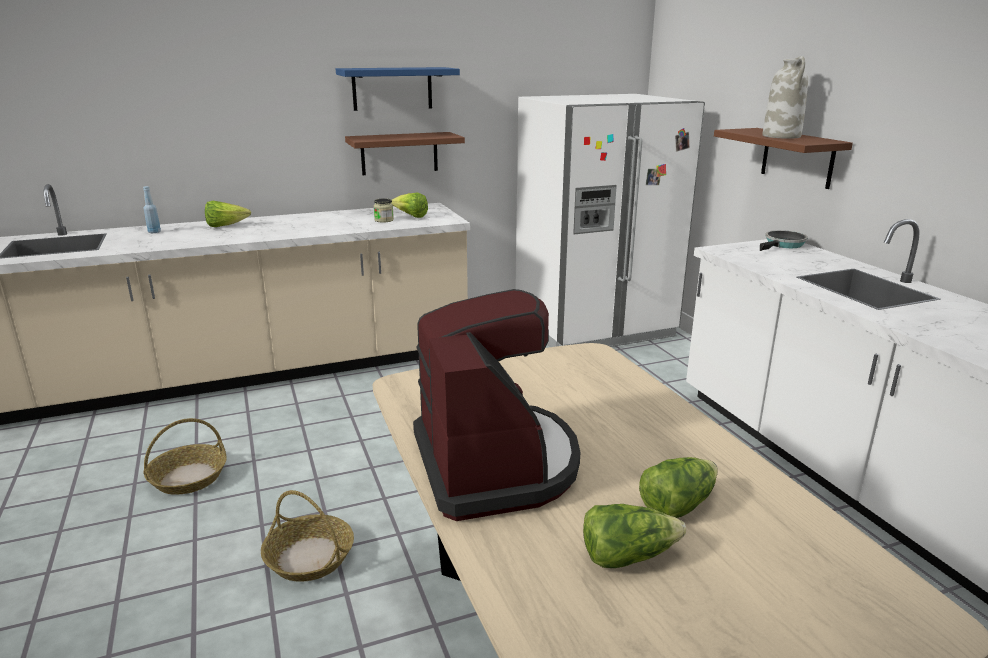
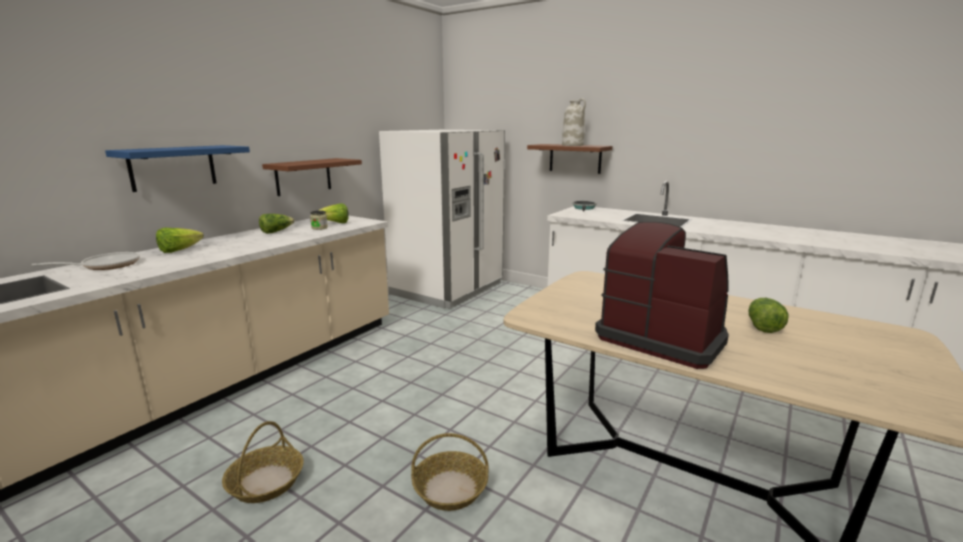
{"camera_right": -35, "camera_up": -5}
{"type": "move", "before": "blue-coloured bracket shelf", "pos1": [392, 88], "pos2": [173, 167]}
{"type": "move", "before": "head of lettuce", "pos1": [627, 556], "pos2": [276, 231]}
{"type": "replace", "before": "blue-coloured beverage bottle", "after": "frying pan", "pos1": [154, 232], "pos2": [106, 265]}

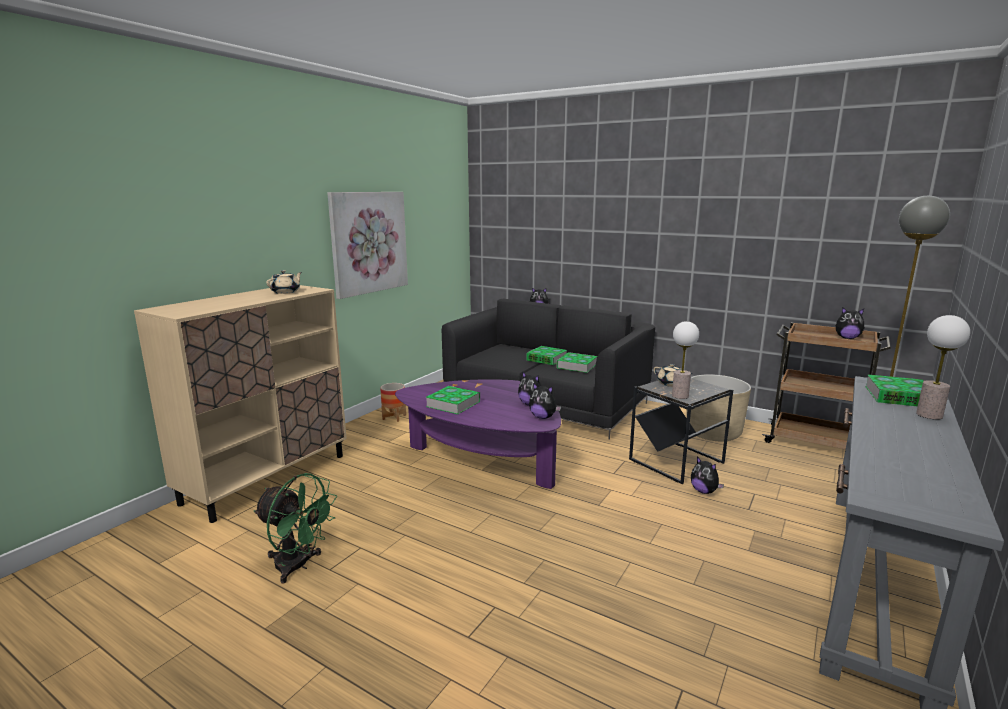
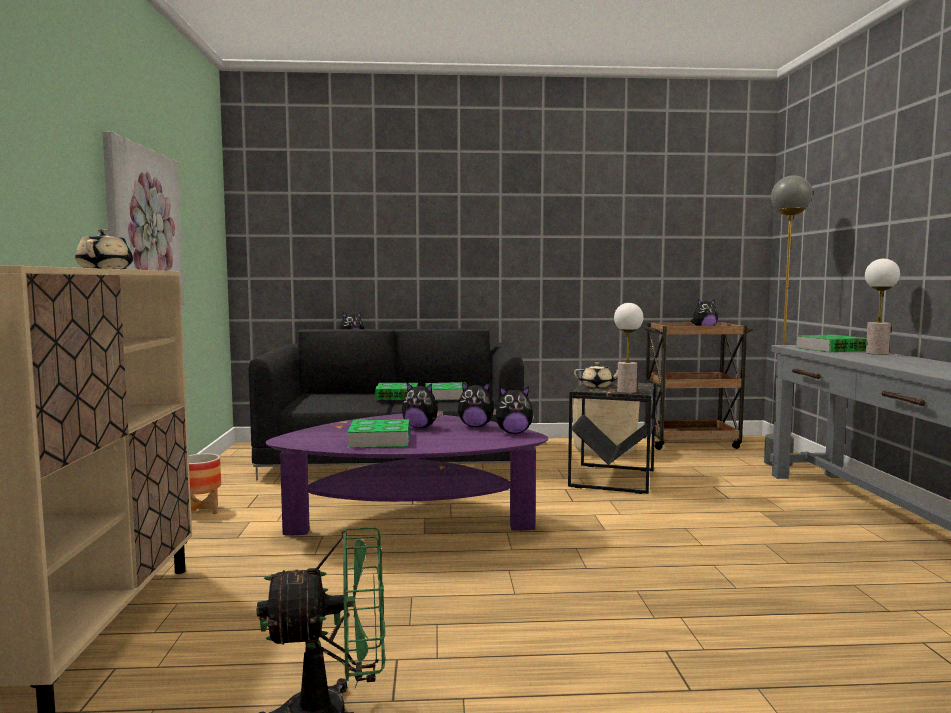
{"camera_right": -35, "camera_up": -10}
{"type": "move", "before": "soft toy", "pos1": [704, 491], "pos2": [421, 427]}

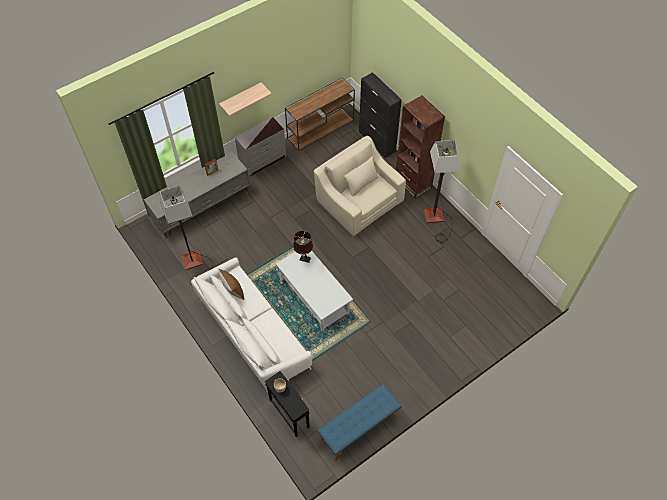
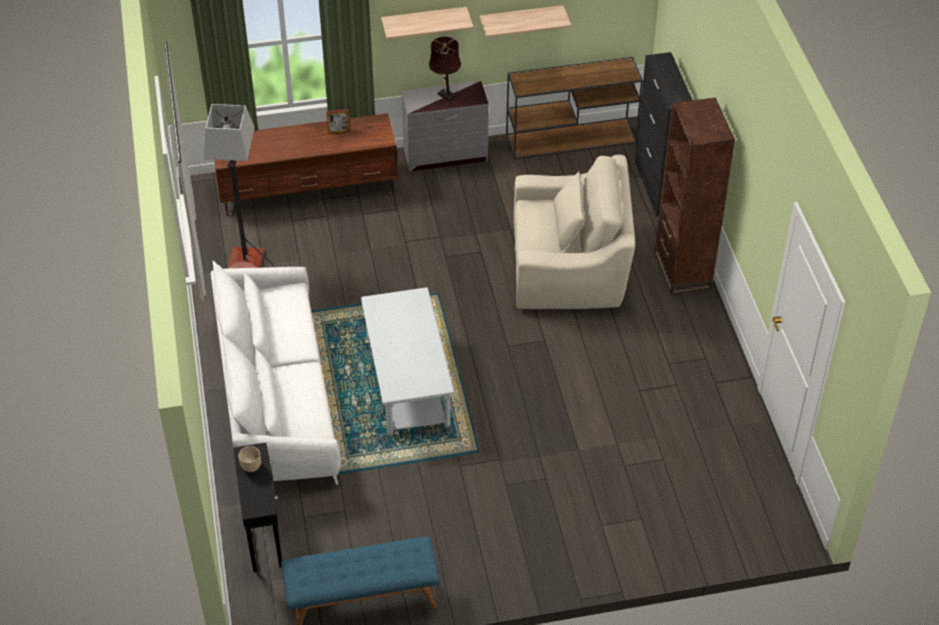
{"camera_right": 25, "camera_up": -10}
{"type": "delete", "before": "brown-coloured throw pillow", "pos1": [233, 291]}
{"type": "delete", "before": "floor lamp", "pos1": [436, 220]}
{"type": "insert", "after": "bracket shelf", "pos2": [521, 20]}
{"type": "move", "before": "brown-coloured tabletop lamp", "pos1": [304, 258], "pos2": [445, 94]}
{"type": "recolor", "before": "greyish media console", "after": "brown-coloured media console", "pos1": [202, 206], "pos2": [308, 190]}
{"type": "rotate", "before": "beige-coloured easy chair", "pos1": [359, 201], "pos2": [570, 267], "turn": 105}

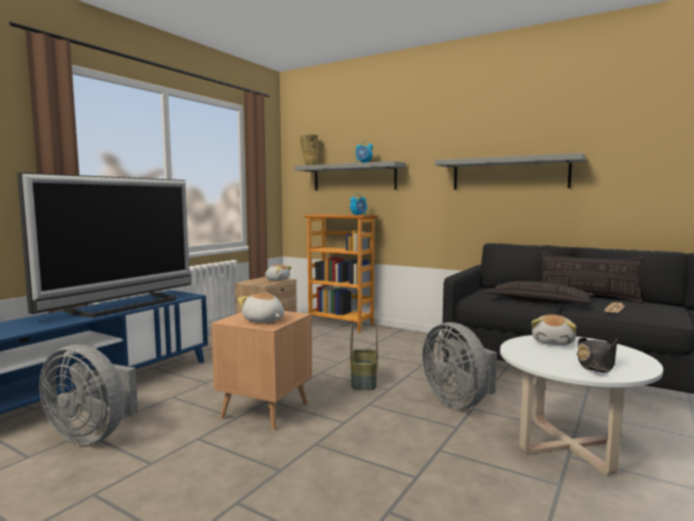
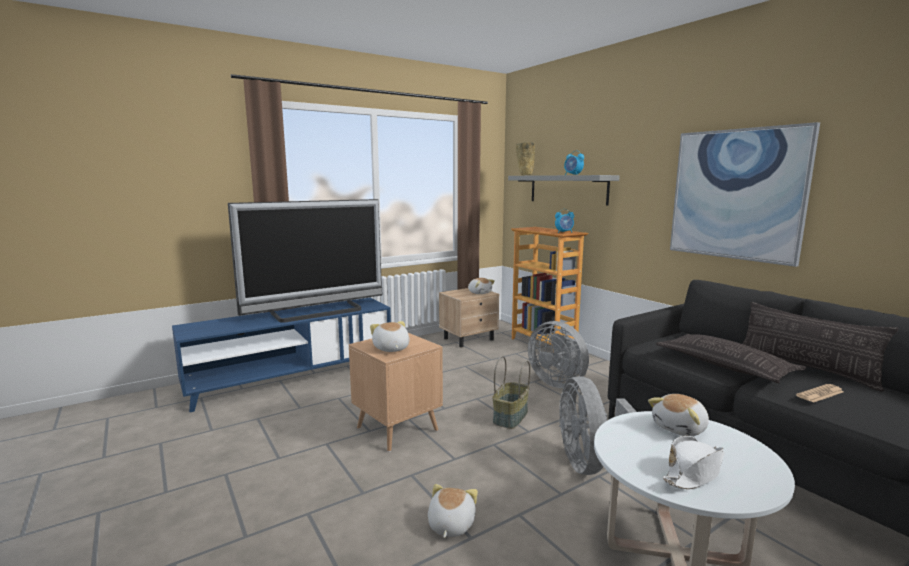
{"camera_right": 25, "camera_up": 5}
{"type": "insert", "after": "soft toy", "pos2": [450, 525]}
{"type": "move", "before": "greyish fan", "pos1": [93, 434], "pos2": [558, 382]}
{"type": "replace", "before": "greyish bracket shelf", "after": "picture", "pos1": [509, 174], "pos2": [736, 194]}
{"type": "recolor", "before": "black-coloured hat", "after": "white hat", "pos1": [596, 364], "pos2": [694, 472]}

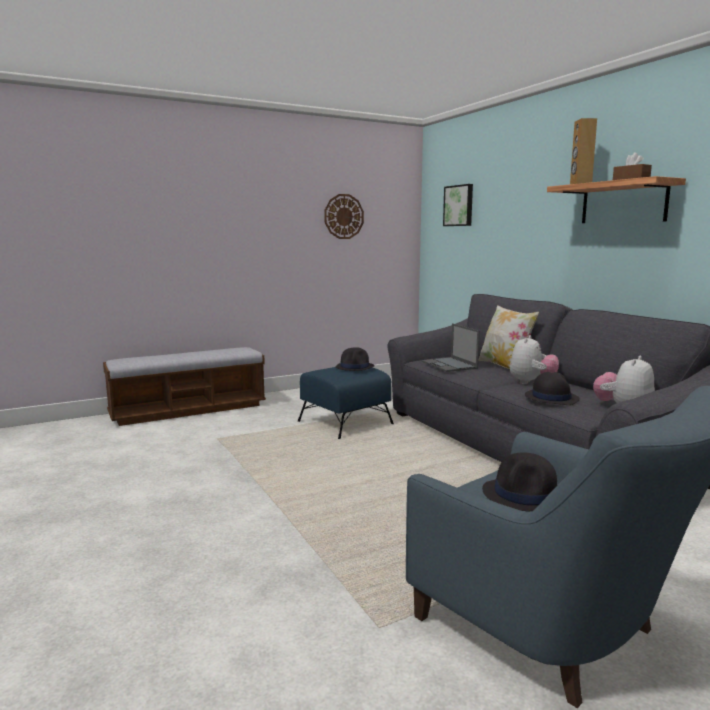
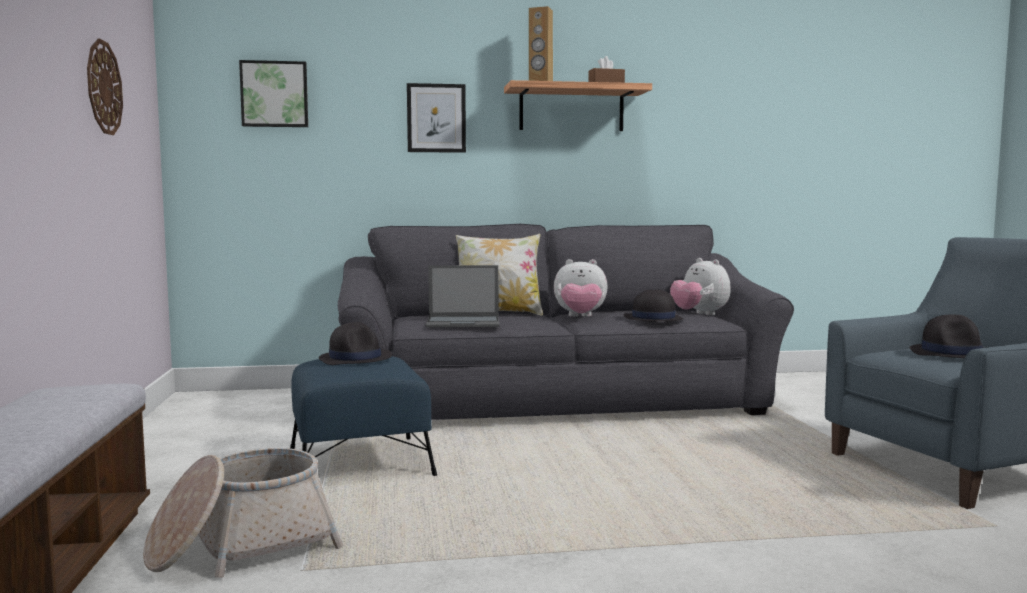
{"camera_right": -70, "camera_up": -5}
{"type": "insert", "after": "basket", "pos2": [241, 546]}
{"type": "insert", "after": "picture", "pos2": [436, 118]}
{"type": "rotate", "before": "soft toy", "pos1": [531, 383], "pos2": [580, 317], "turn": 135}

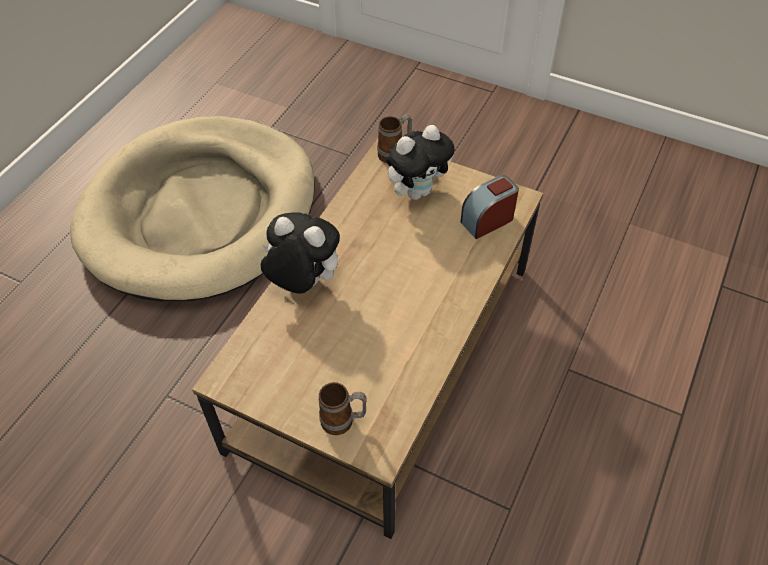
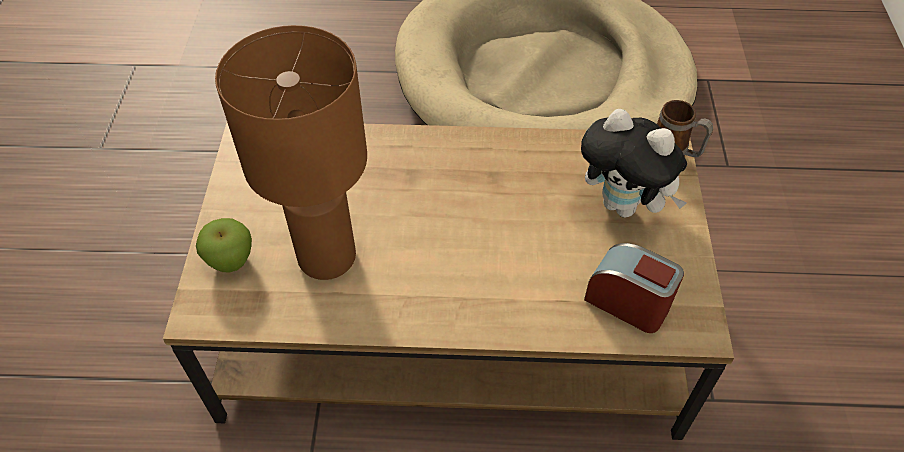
{"camera_right": 65, "camera_up": 0}
{"type": "delete", "before": "soft toy", "pos1": [303, 283]}
{"type": "insert", "after": "brown-coloured tabletop lamp", "pos2": [325, 258]}
{"type": "replace", "before": "coffee mug", "after": "apple fruit", "pos1": [343, 421], "pos2": [231, 261]}

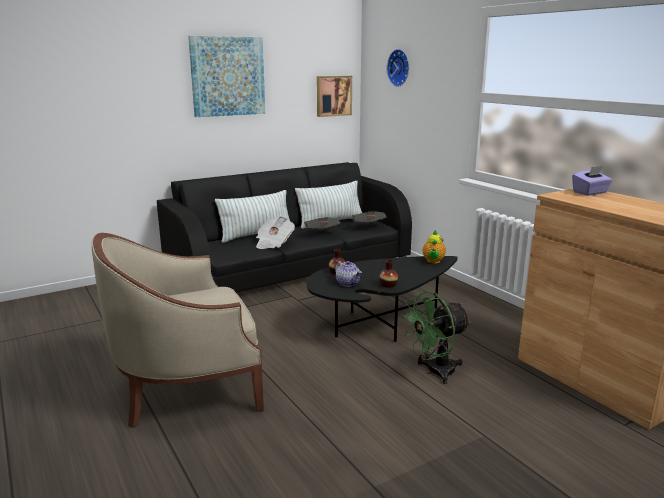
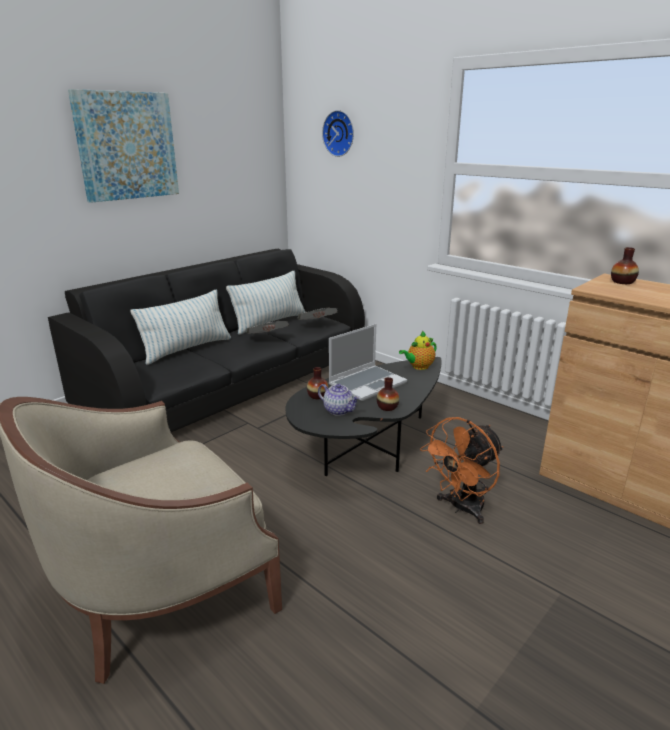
{"camera_right": -15, "camera_up": 5}
{"type": "delete", "before": "newspaper", "pos1": [273, 243]}
{"type": "delete", "before": "picture", "pos1": [333, 96]}
{"type": "insert", "after": "laptop", "pos2": [367, 383]}
{"type": "replace", "before": "purple-coloured tissue box", "after": "flower vase", "pos1": [590, 193], "pos2": [622, 282]}
{"type": "recolor", "before": "greenish fan", "after": "orange fan", "pos1": [434, 372], "pos2": [461, 508]}
{"type": "rotate", "before": "pot for tea", "pos1": [433, 261], "pos2": [418, 367], "turn": 60}

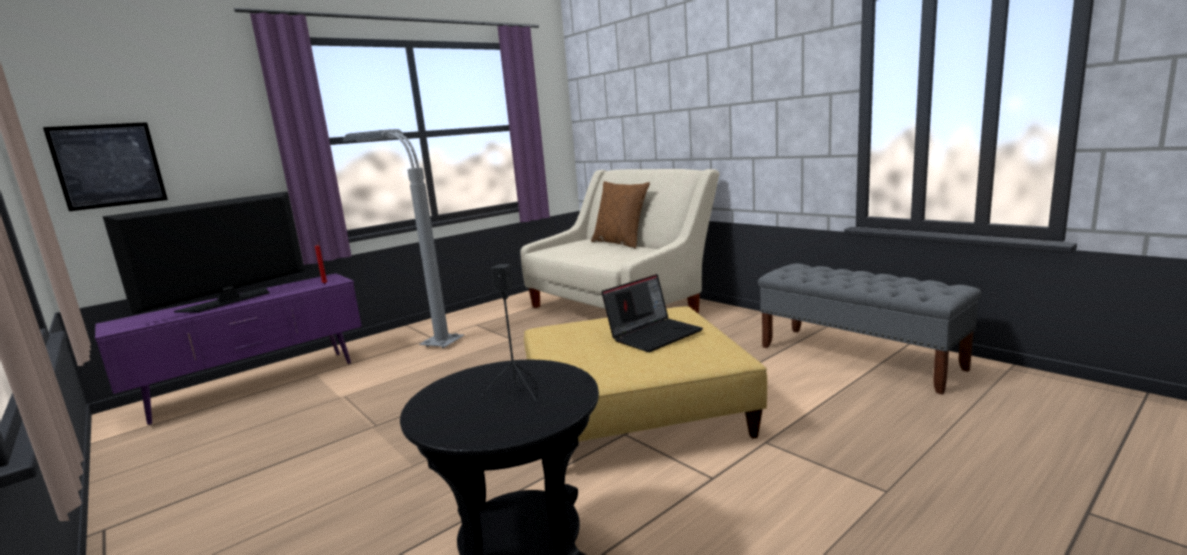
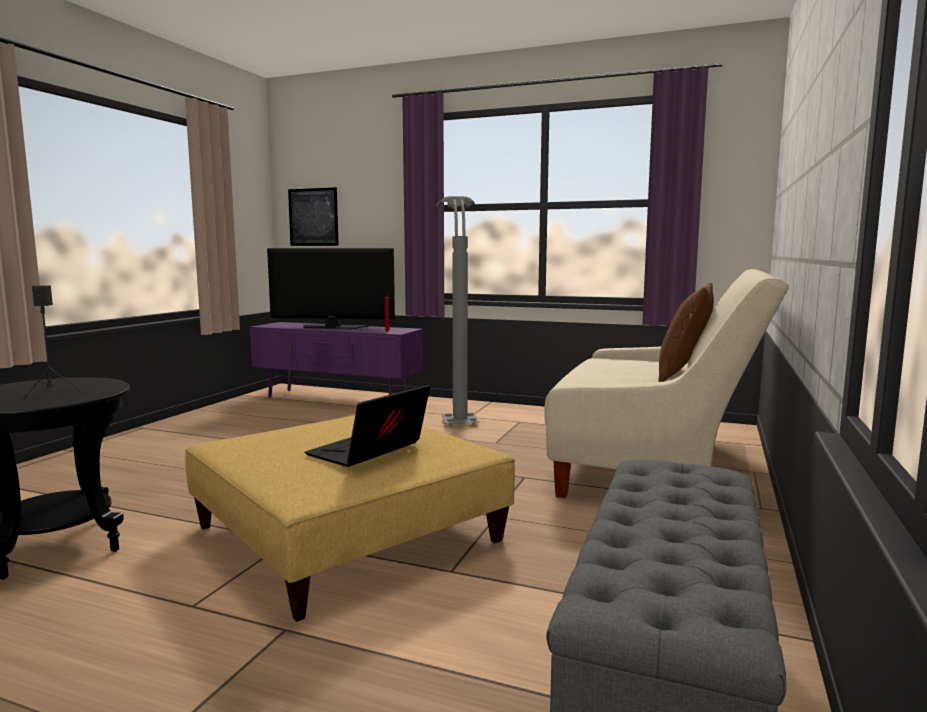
{"camera_right": 60, "camera_up": -5}
{"type": "rotate", "before": "laptop", "pos1": [654, 334], "pos2": [368, 451], "turn": 105}

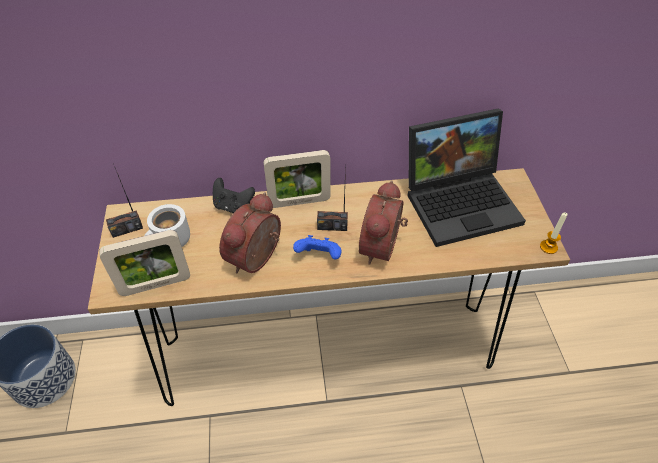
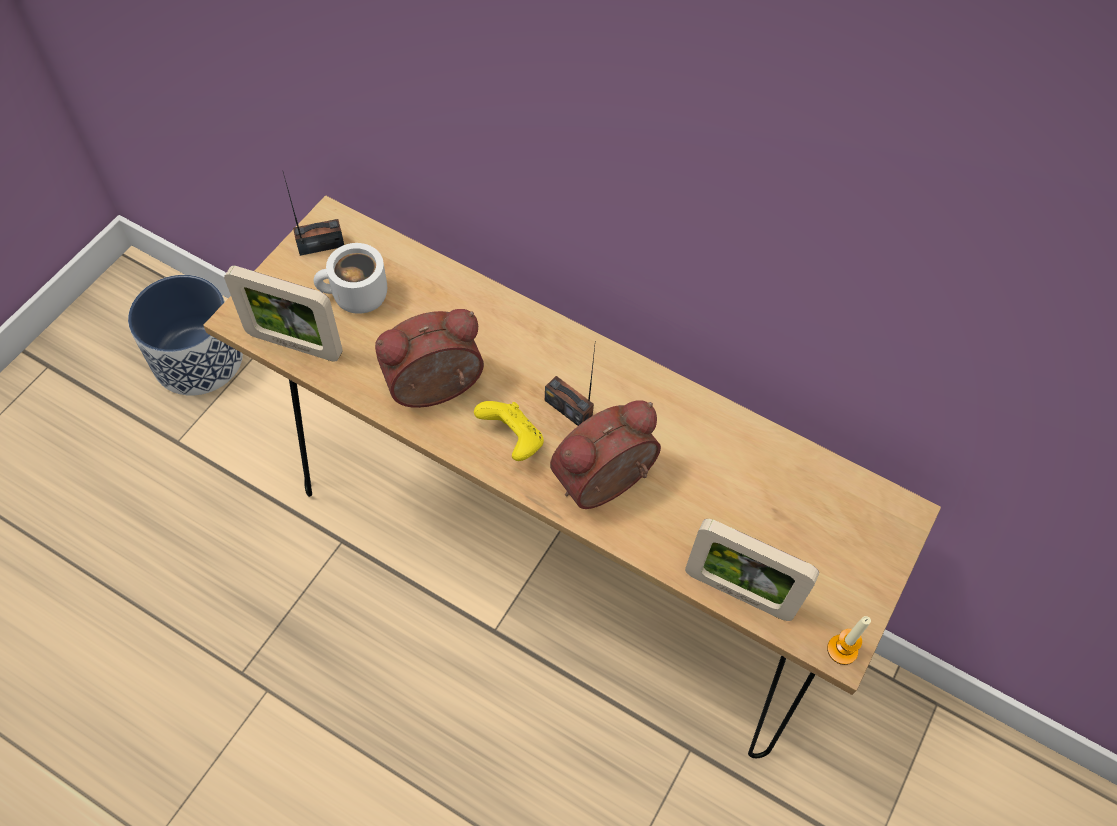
{"camera_right": 35, "camera_up": 10}
{"type": "delete", "before": "black-coloured joypad", "pos1": [233, 206]}
{"type": "delete", "before": "laptop", "pos1": [461, 201]}
{"type": "move", "before": "standing frame", "pos1": [299, 202], "pos2": [738, 593]}
{"type": "recolor", "before": "blue-coloured joypad", "after": "yellowish joypad", "pos1": [319, 256], "pos2": [512, 440]}
{"type": "rotate", "before": "radio set", "pos1": [127, 229], "pos2": [321, 245], "turn": 150}

